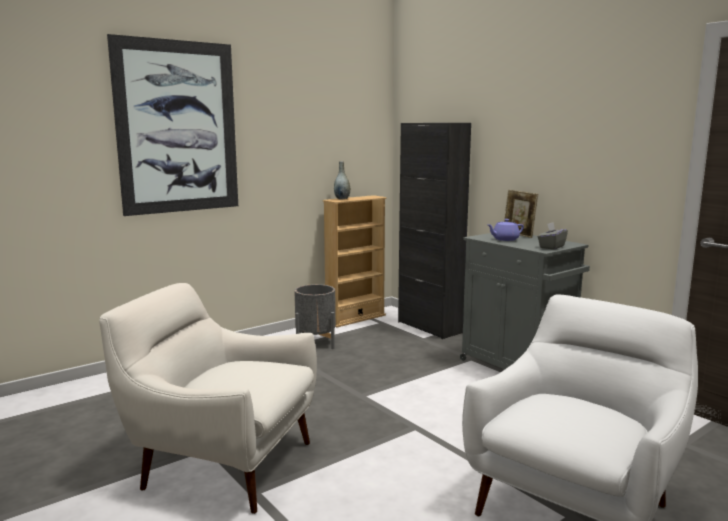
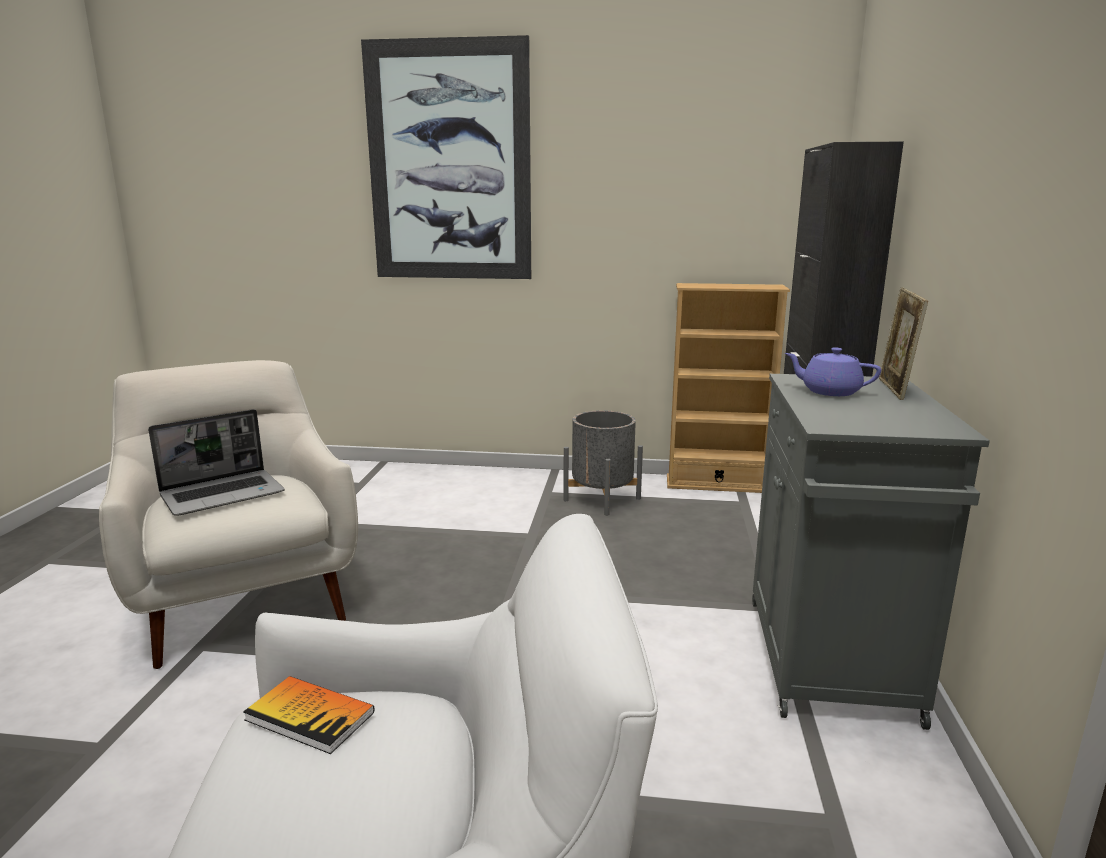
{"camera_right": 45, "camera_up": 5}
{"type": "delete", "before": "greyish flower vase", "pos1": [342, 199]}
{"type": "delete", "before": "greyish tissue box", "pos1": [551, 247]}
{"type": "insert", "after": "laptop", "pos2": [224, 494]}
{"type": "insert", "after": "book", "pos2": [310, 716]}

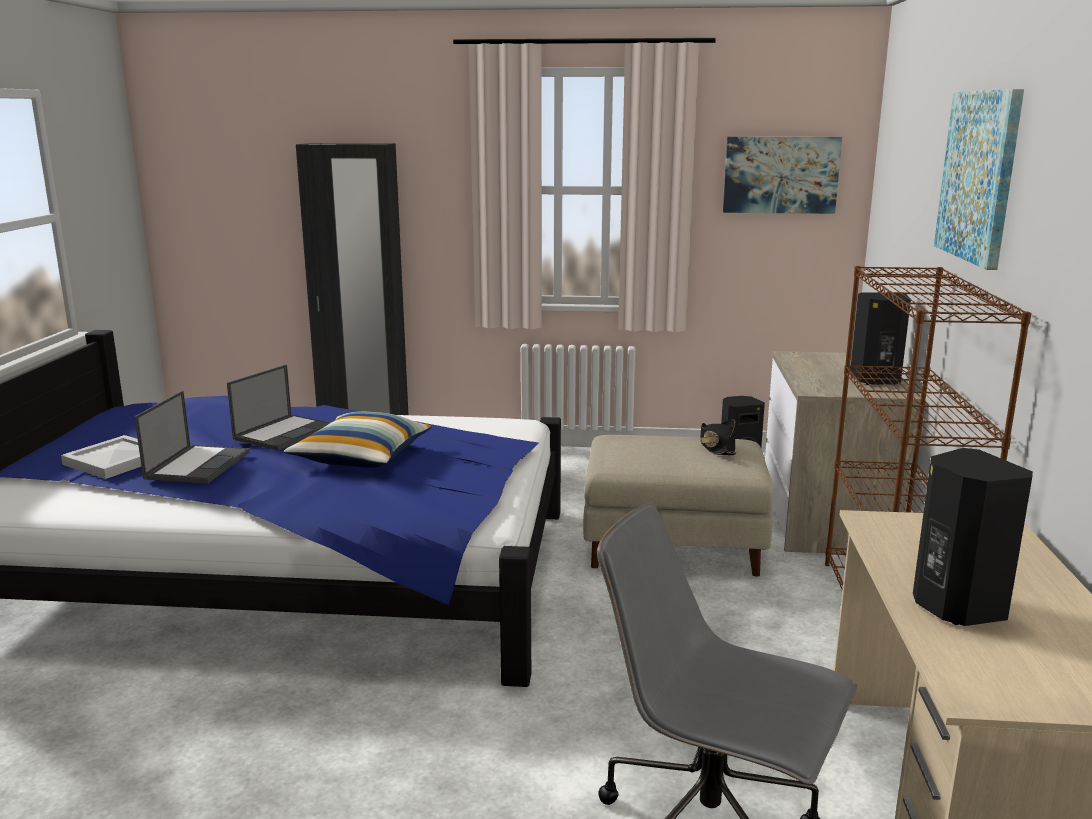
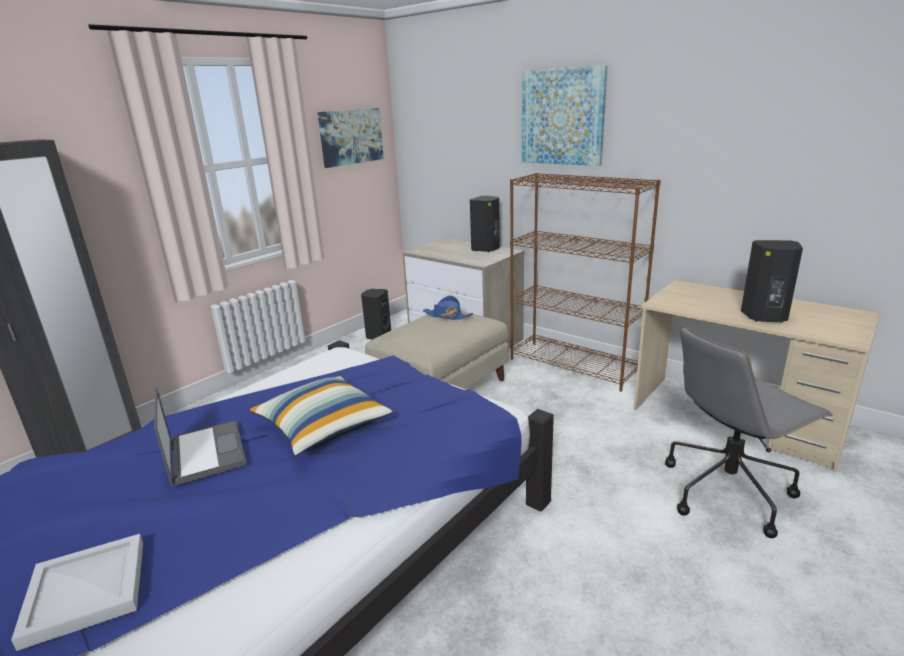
{"camera_right": -55, "camera_up": 5}
{"type": "delete", "before": "laptop", "pos1": [198, 464]}
{"type": "recolor", "before": "black-coloured hat", "after": "blue-coloured hat", "pos1": [717, 447], "pos2": [447, 316]}

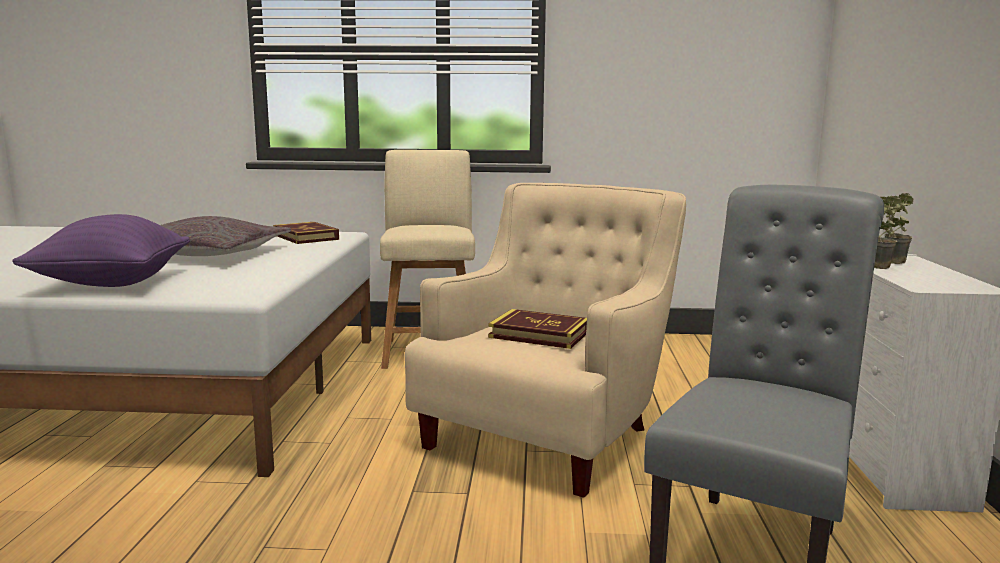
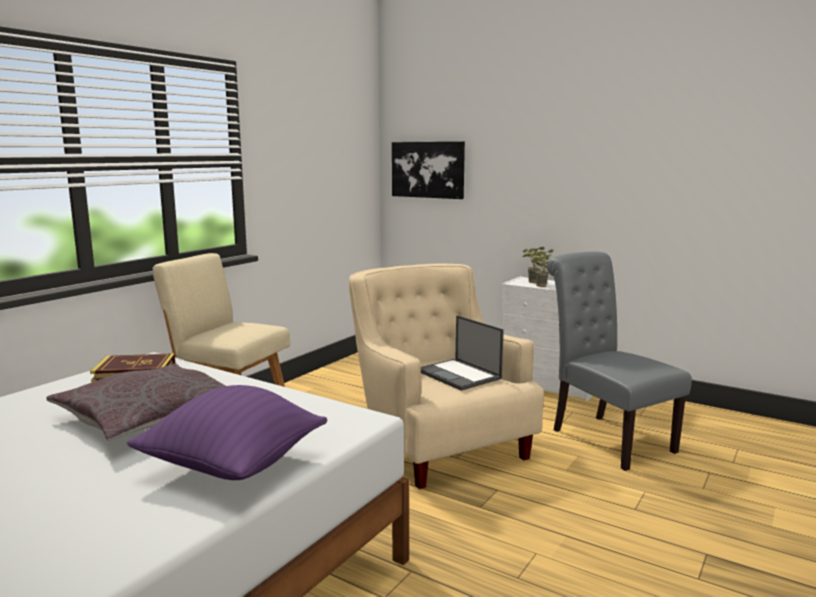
{"camera_right": -60, "camera_up": 0}
{"type": "insert", "after": "picture", "pos2": [428, 169]}
{"type": "replace", "before": "book", "after": "laptop", "pos1": [539, 334], "pos2": [459, 375]}

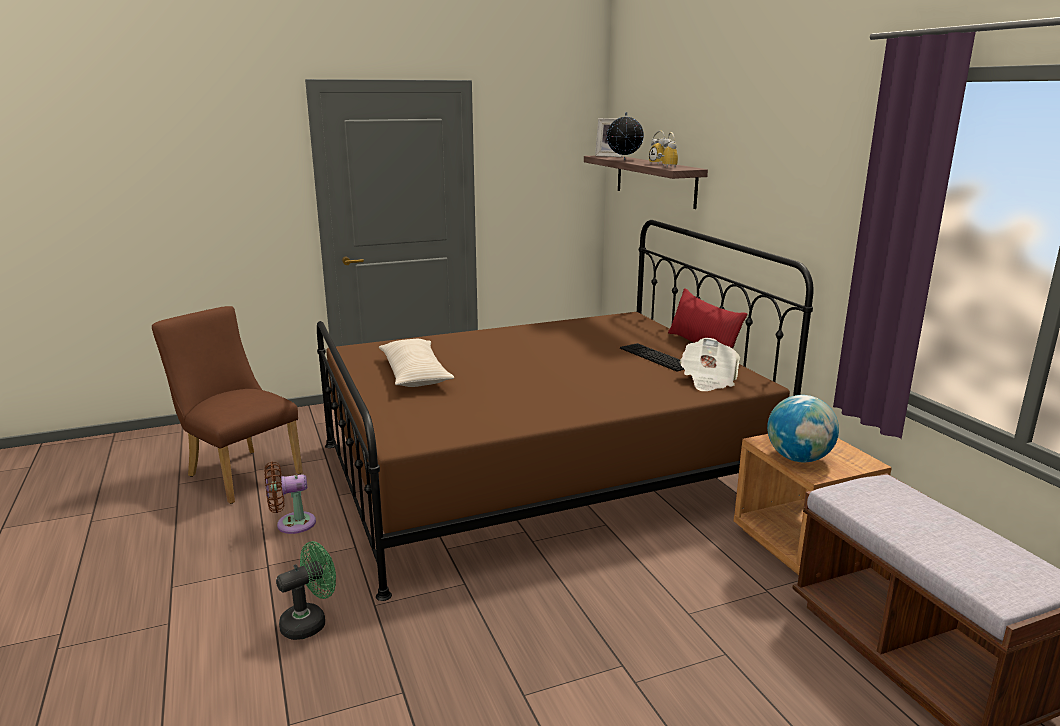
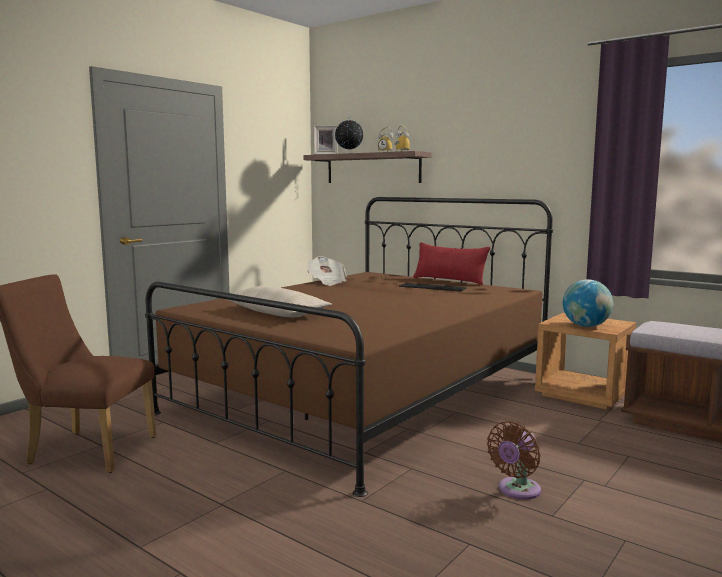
{"camera_right": -30, "camera_up": -10}
{"type": "delete", "before": "greenish fan", "pos1": [310, 622]}
{"type": "move", "before": "brown-coloured fan", "pos1": [291, 524], "pos2": [517, 491]}
{"type": "move", "before": "newspaper", "pos1": [708, 380], "pos2": [327, 282]}

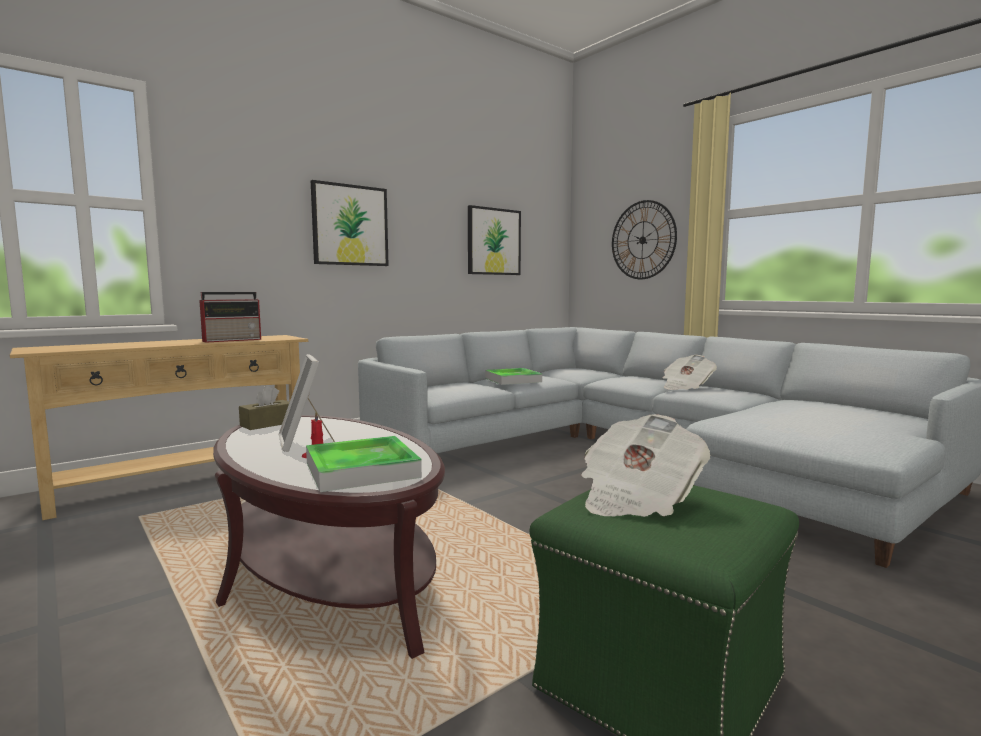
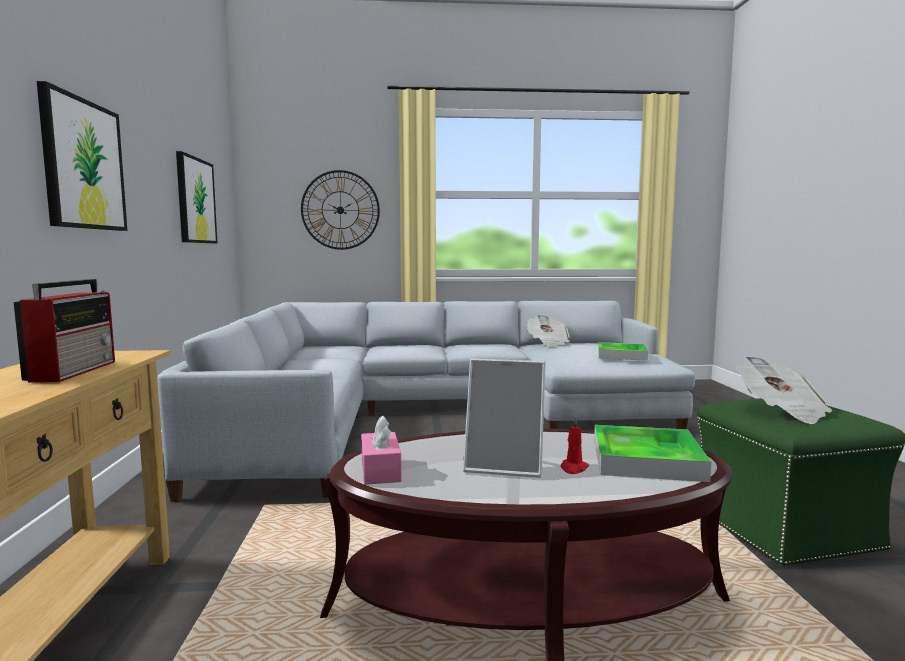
{"camera_right": -55, "camera_up": 0}
{"type": "move", "before": "tray", "pos1": [513, 380], "pos2": [621, 355]}
{"type": "move", "before": "newspaper", "pos1": [686, 387], "pos2": [548, 343]}
{"type": "recolor", "before": "brown-coloured tissue box", "after": "pink-coloured tissue box", "pos1": [267, 424], "pos2": [380, 470]}

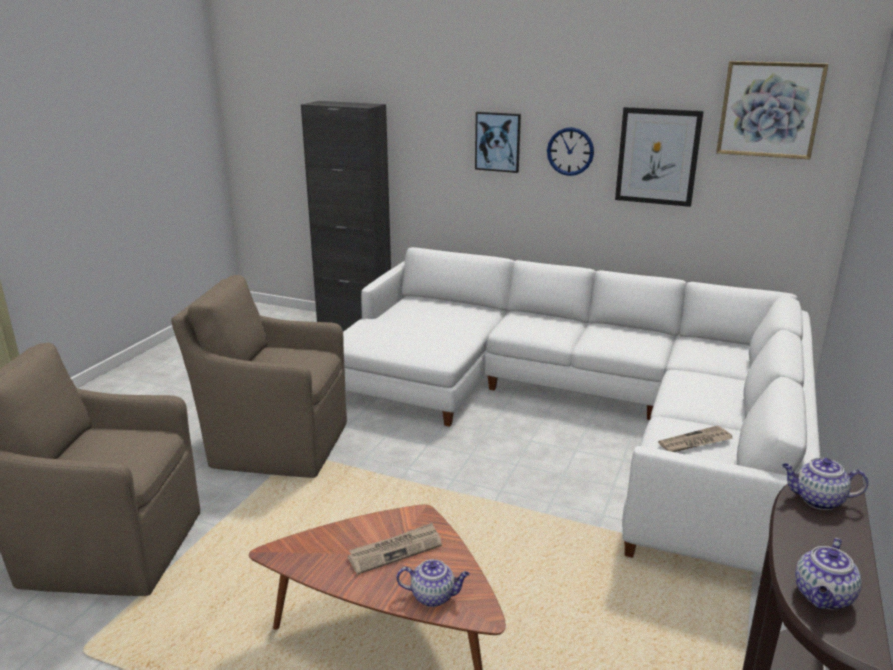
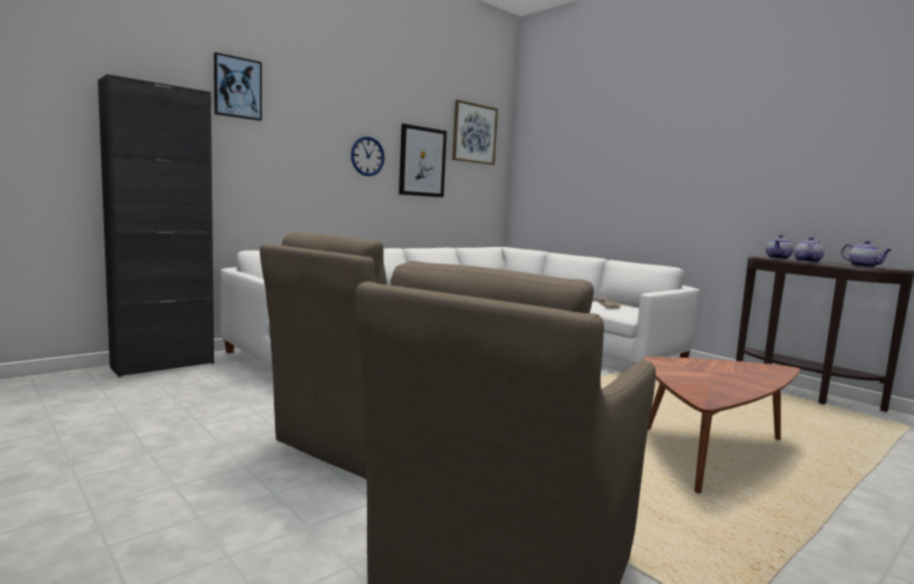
{"camera_right": -65, "camera_up": -15}
{"type": "delete", "before": "newspaper", "pos1": [395, 550]}
{"type": "move", "before": "pot for tea", "pos1": [434, 596], "pos2": [807, 261]}
{"type": "move", "before": "picture", "pos1": [498, 141], "pos2": [237, 88]}

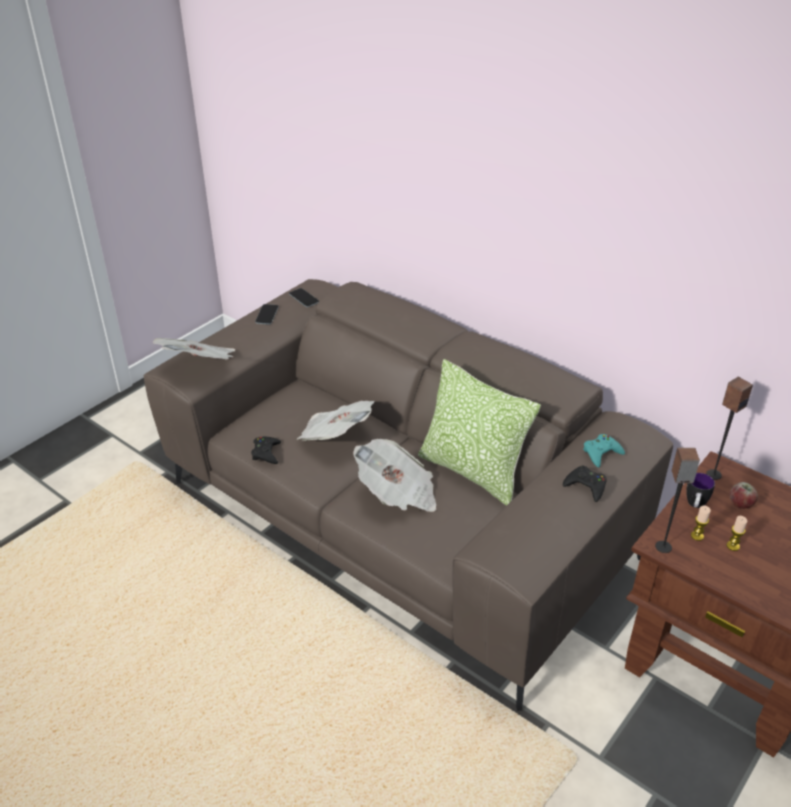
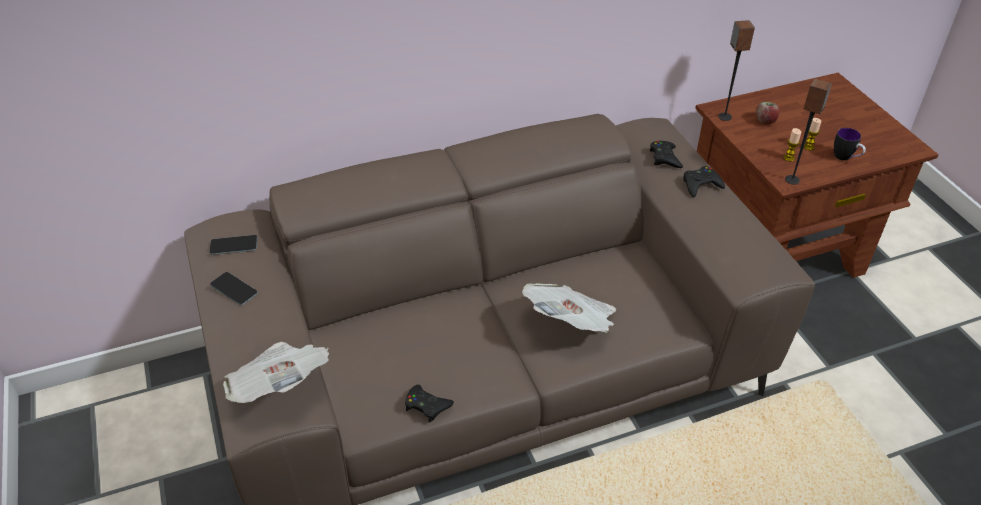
{"camera_right": -60, "camera_up": 5}
{"type": "delete", "before": "newspaper", "pos1": [335, 436]}
{"type": "delete", "before": "throw pillow", "pos1": [472, 472]}
{"type": "move", "before": "coffee mug", "pos1": [695, 506], "pos2": [845, 158]}
{"type": "recolor", "before": "turquoise-coloured joypad", "after": "black-coloured joypad", "pos1": [601, 453], "pos2": [665, 158]}

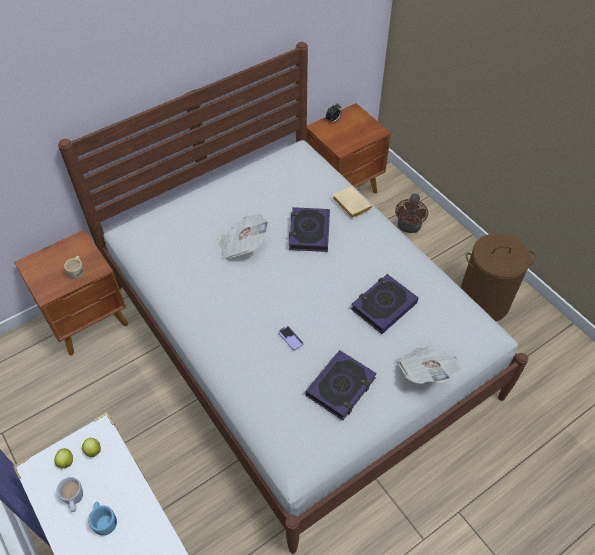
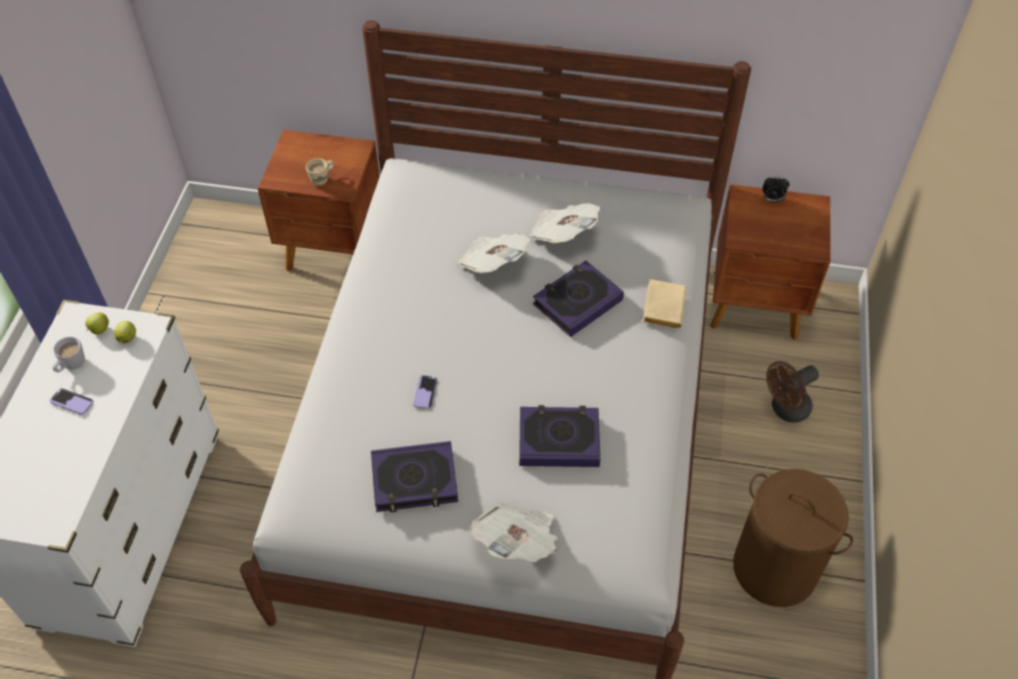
{"camera_right": 45, "camera_up": 0}
{"type": "insert", "after": "newspaper", "pos2": [562, 234]}
{"type": "replace", "before": "blue-coloured coffee mug", "after": "phone", "pos1": [105, 521], "pos2": [72, 402]}

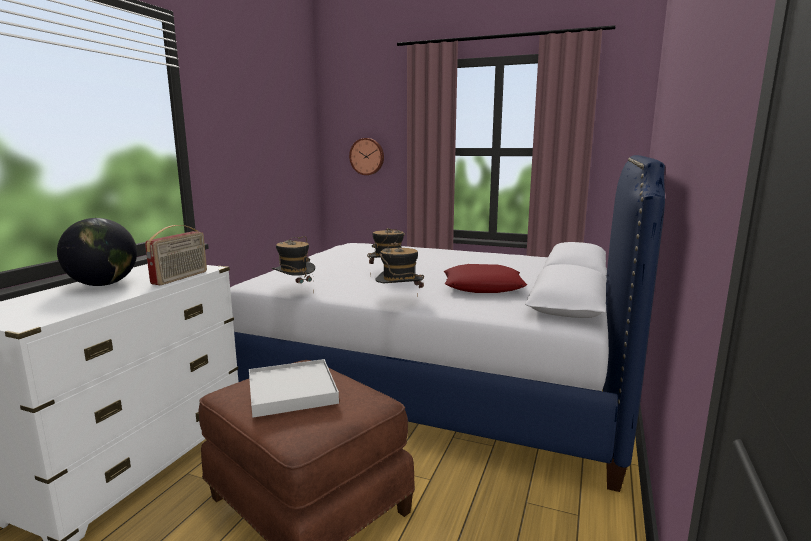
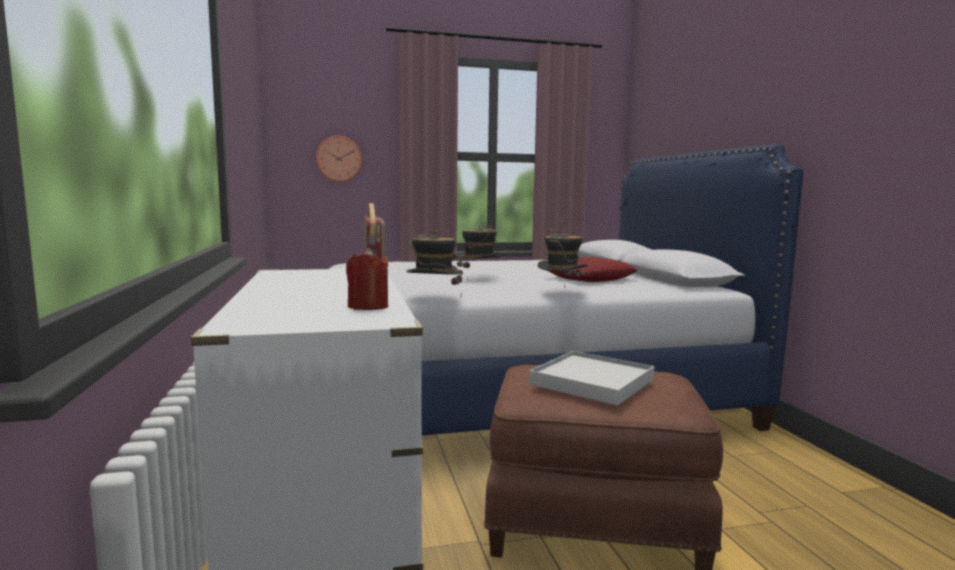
{"camera_right": -35, "camera_up": -5}
{"type": "delete", "before": "desk globe", "pos1": [103, 284]}
{"type": "insert", "after": "reddish wax light", "pos2": [368, 307]}

